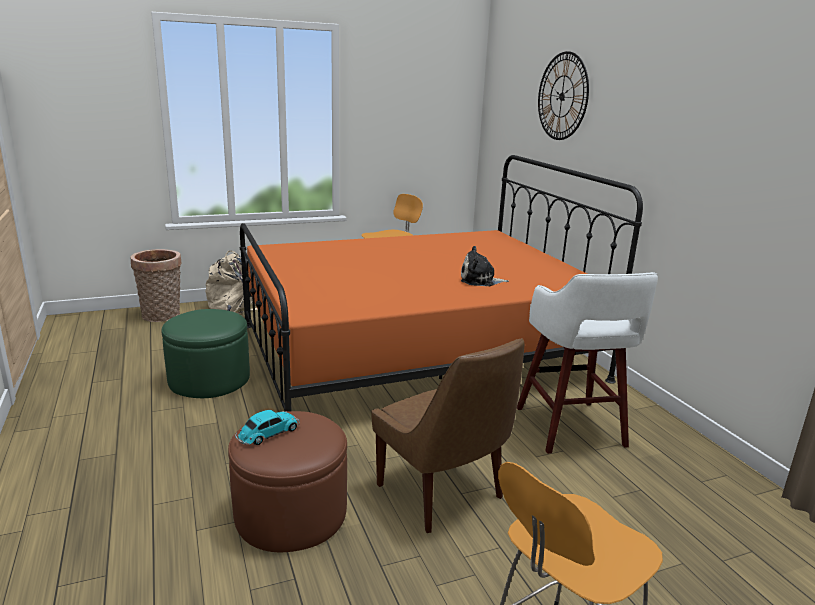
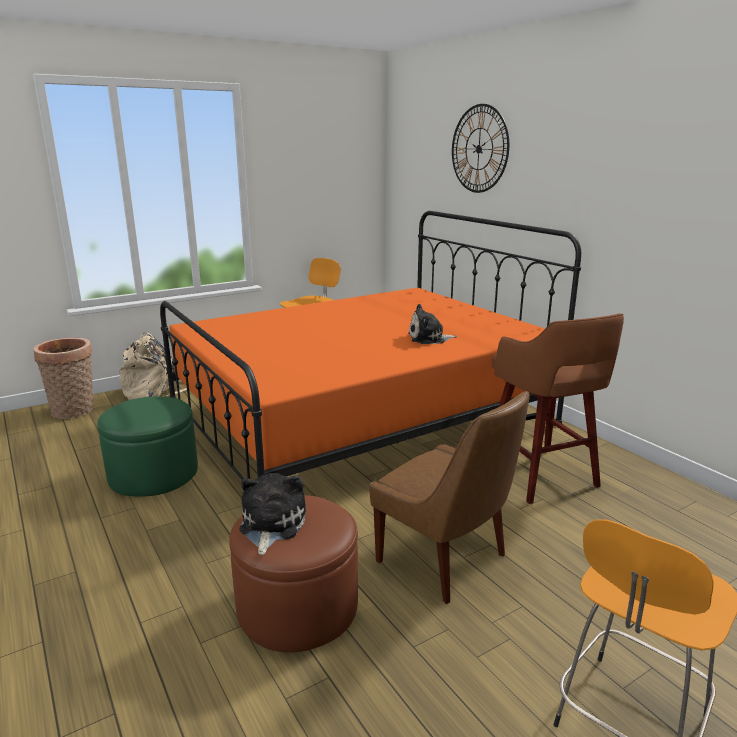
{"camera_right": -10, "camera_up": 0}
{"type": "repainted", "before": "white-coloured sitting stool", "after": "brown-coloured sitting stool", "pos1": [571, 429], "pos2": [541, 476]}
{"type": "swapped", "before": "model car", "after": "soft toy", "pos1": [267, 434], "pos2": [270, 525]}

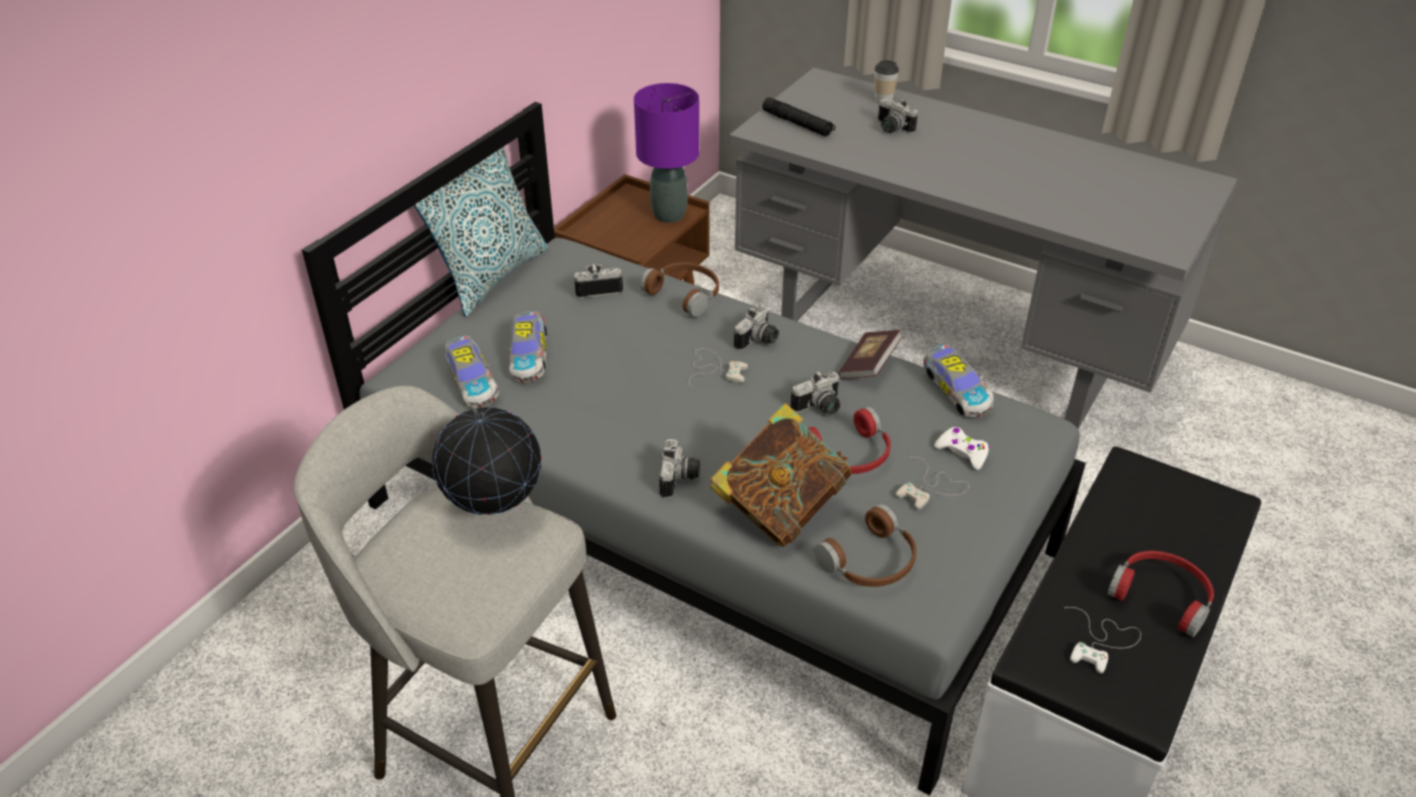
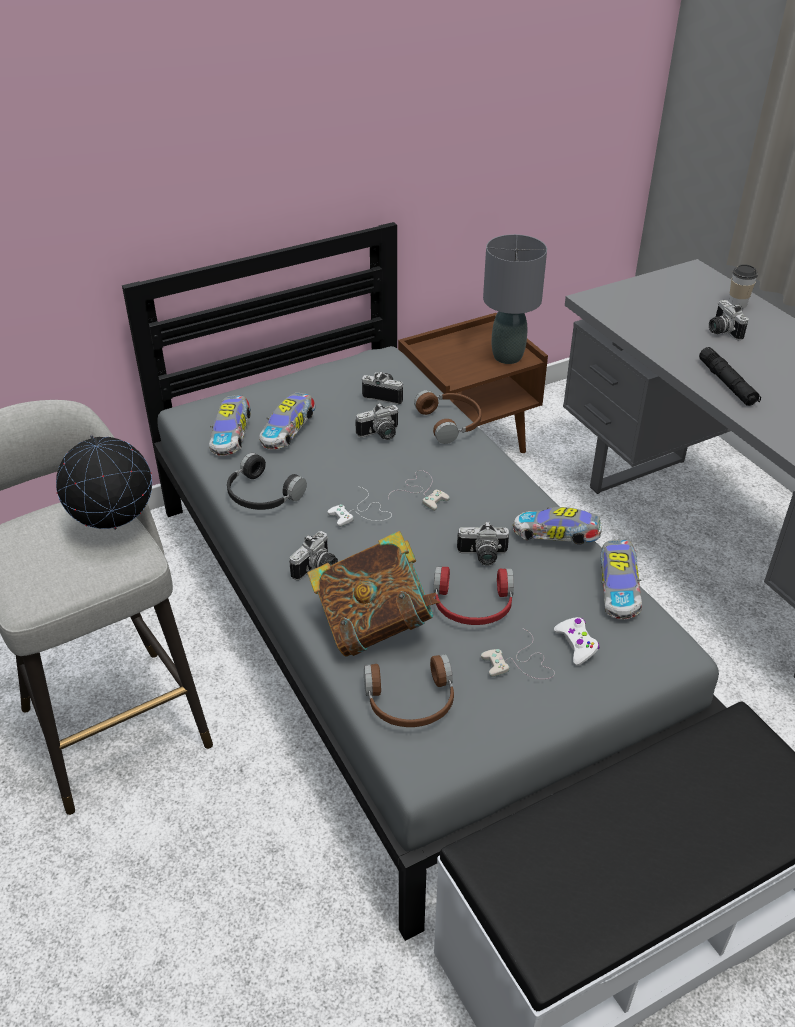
{"camera_right": 30, "camera_up": 0}
{"type": "repainted", "before": "purple table lamp", "after": "greyish table lamp", "pos1": [669, 215], "pos2": [508, 357]}
{"type": "shifted", "before": "black torch", "pos1": [797, 124], "pos2": [727, 383]}
{"type": "gone", "before": "pillow", "pos1": [491, 276]}
{"type": "shifted", "before": "still camera", "pos1": [758, 341], "pos2": [380, 435]}
{"type": "swapped", "before": "bound book", "after": "model car", "pos1": [869, 366], "pos2": [557, 537]}
{"type": "gone", "before": "red-coloured headphones", "pos1": [1162, 596]}
{"type": "shifted", "before": "white-coloured joypad", "pos1": [1101, 642], "pos2": [361, 513]}
{"type": "new", "after": "black headphones", "pos2": [261, 495]}

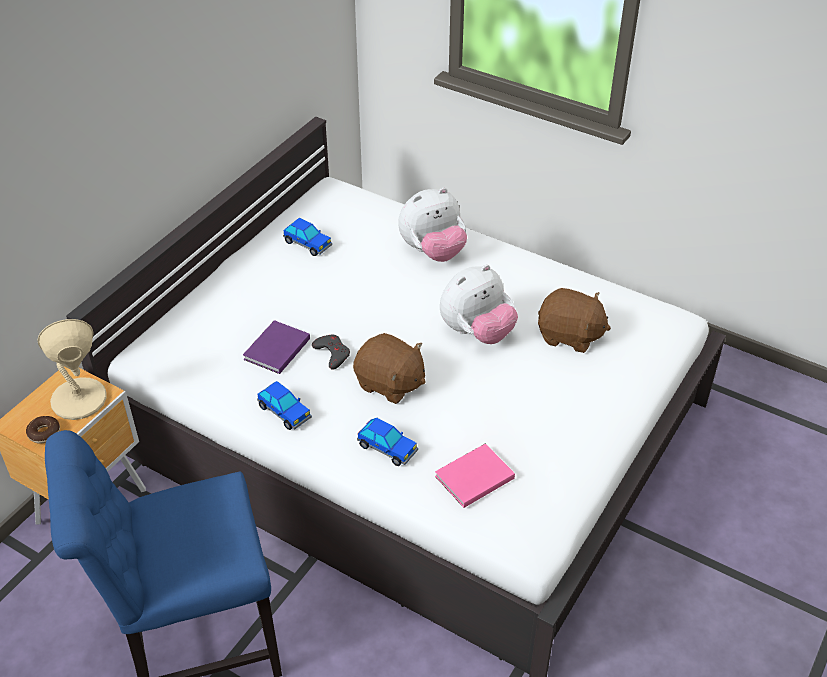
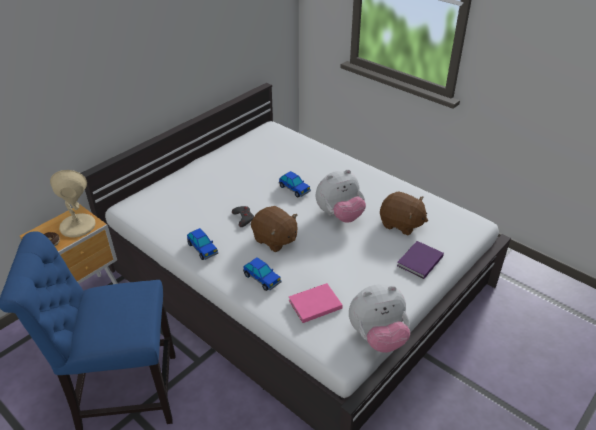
{"camera_right": 10, "camera_up": -5}
{"type": "shifted", "before": "soft toy", "pos1": [433, 252], "pos2": [377, 337]}
{"type": "shifted", "before": "model car", "pos1": [307, 244], "pos2": [294, 189]}
{"type": "shifted", "before": "purple bound book", "pos1": [275, 350], "pos2": [418, 261]}

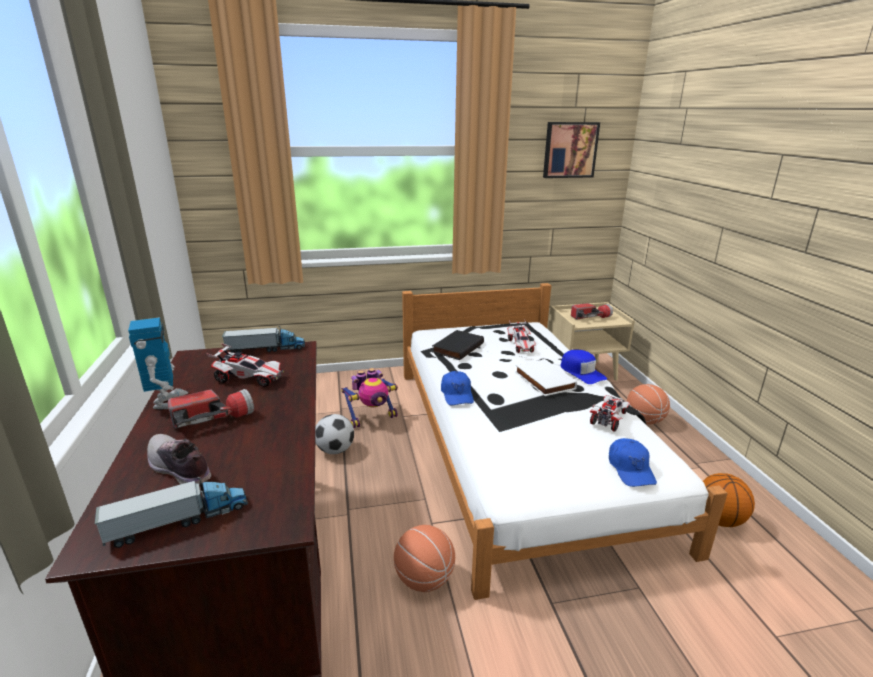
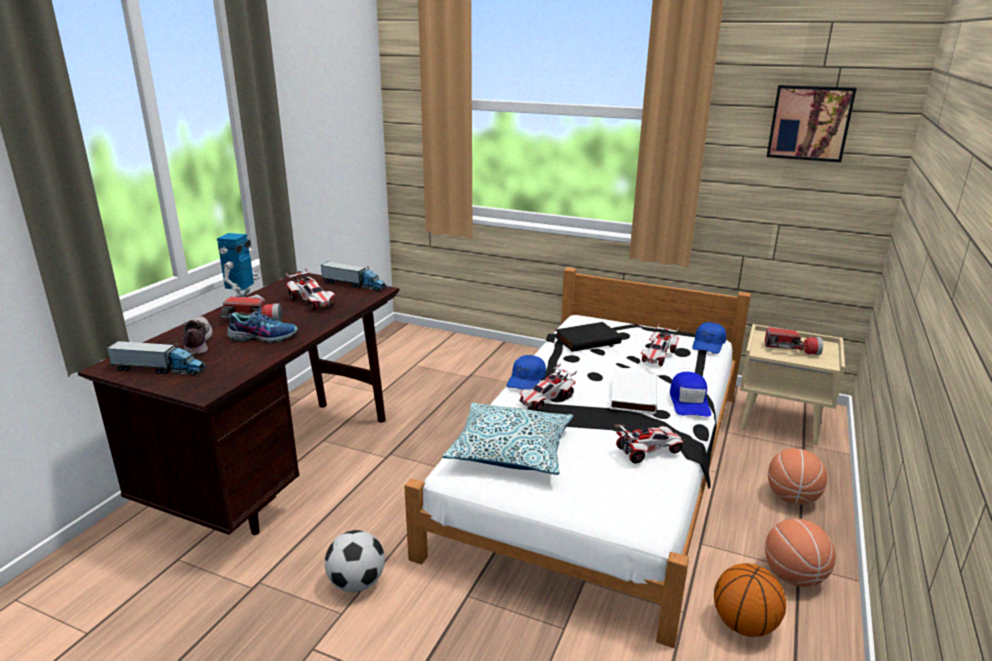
{"camera_right": 35, "camera_up": 0}
{"type": "gone", "before": "robot figure", "pos1": [372, 418]}
{"type": "shifted", "before": "ball for football", "pos1": [335, 450], "pos2": [357, 583]}
{"type": "shifted", "before": "bluish cap", "pos1": [630, 469], "pos2": [708, 344]}
{"type": "shifted", "before": "basketball ball", "pos1": [424, 579], "pos2": [794, 576]}
{"type": "new", "after": "low shoe", "pos2": [263, 337]}
{"type": "new", "after": "model car", "pos2": [546, 400]}
{"type": "new", "after": "pillow", "pos2": [511, 450]}

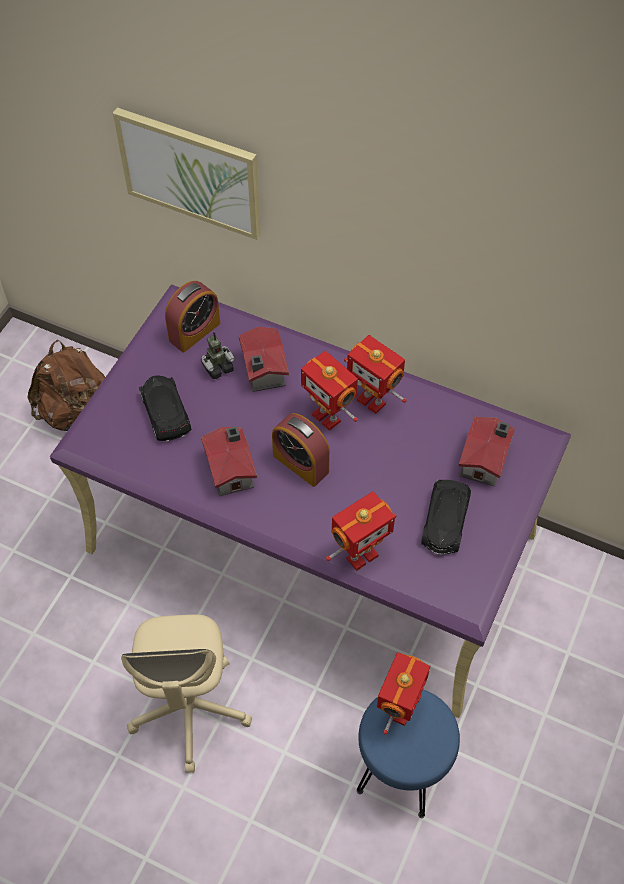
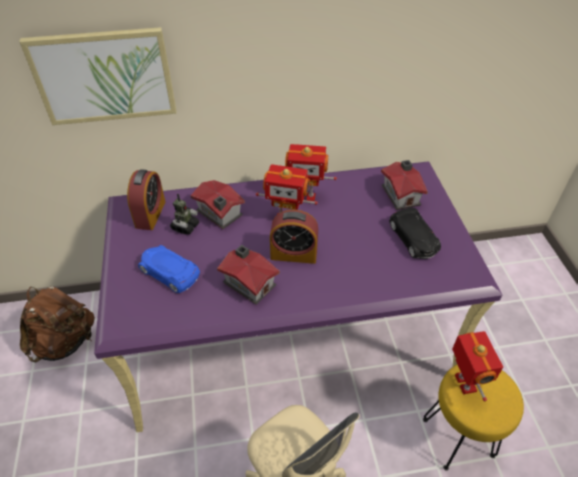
{"camera_right": -35, "camera_up": -10}
{"type": "repainted", "before": "black model car", "after": "bluish model car", "pos1": [165, 412], "pos2": [169, 272]}
{"type": "gone", "before": "robot figure", "pos1": [360, 555]}
{"type": "repainted", "before": "bluish sitting stool", "after": "yellow sitting stool", "pos1": [400, 771], "pos2": [457, 437]}

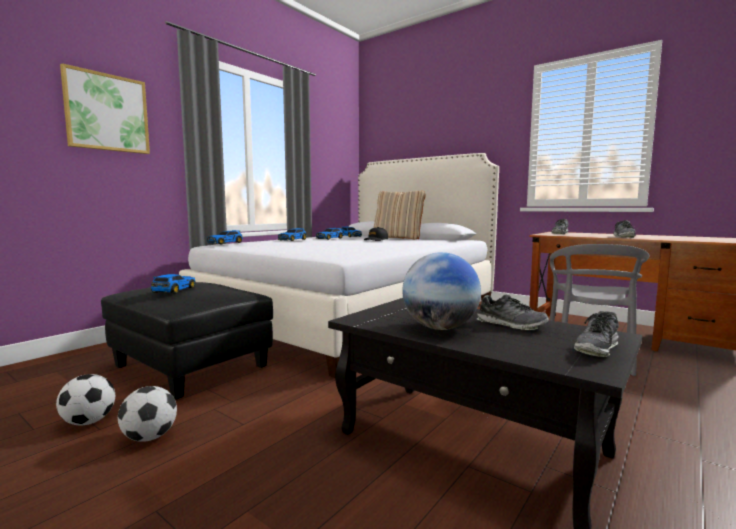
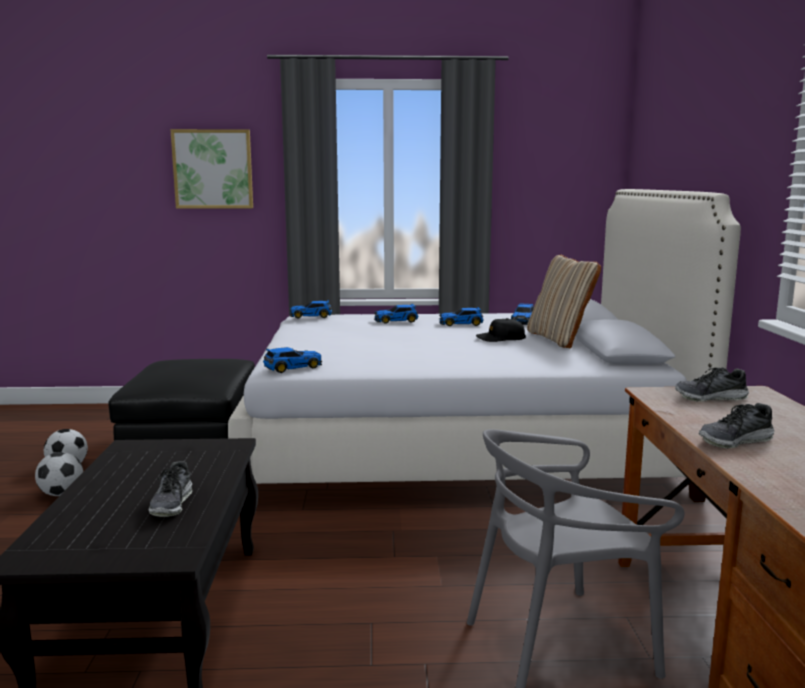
{"camera_right": 50, "camera_up": 5}
{"type": "gone", "before": "globe", "pos1": [440, 328]}
{"type": "shifted", "before": "model car", "pos1": [173, 290], "pos2": [292, 367]}
{"type": "gone", "before": "low shoe", "pos1": [597, 348]}

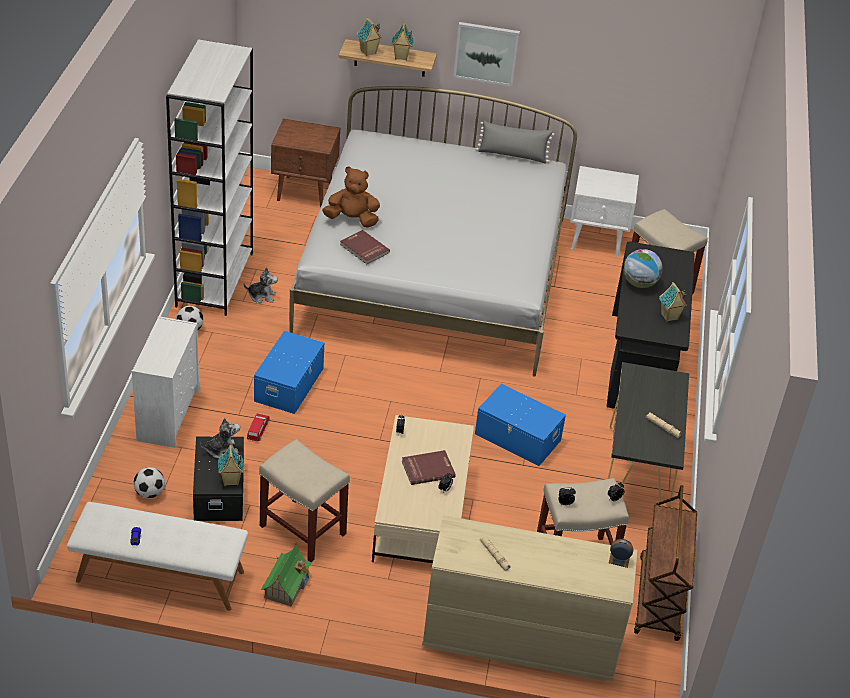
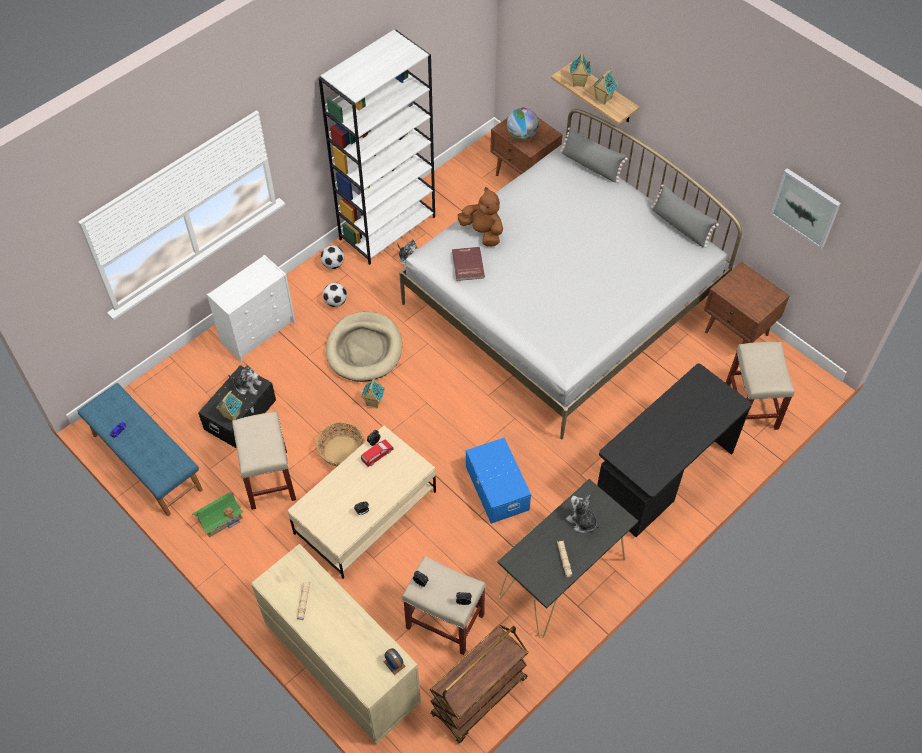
{"camera_right": 40, "camera_up": 15}
{"type": "shifted", "before": "picture", "pos1": [486, 53], "pos2": [805, 207]}
{"type": "repainted", "before": "white-coloured nightstand", "after": "brown-coloured nightstand", "pos1": [597, 240], "pos2": [737, 334]}
{"type": "shifted", "before": "globe", "pos1": [639, 283], "pos2": [522, 135]}
{"type": "shifted", "before": "miniature house", "pos1": [669, 317], "pos2": [373, 403]}
{"type": "swapped", "before": "bluish storage bin", "after": "beige-coloured pet bed", "pos1": [290, 384], "pos2": [364, 349]}
{"type": "shifted", "before": "red-coloured model car", "pos1": [258, 430], "pos2": [377, 455]}
{"type": "gone", "before": "red-coloured bound book", "pos1": [427, 468]}
{"type": "shifted", "before": "ball for football", "pos1": [149, 493], "pos2": [335, 302]}
{"type": "repainted", "before": "white-coloured bench", "after": "bluish bench", "pos1": [160, 577], "pos2": [146, 462]}
{"type": "new", "after": "greyish pillow", "pos2": [591, 165]}
{"type": "new", "after": "household basket", "pos2": [341, 451]}
{"type": "new", "after": "soft toy", "pos2": [582, 521]}

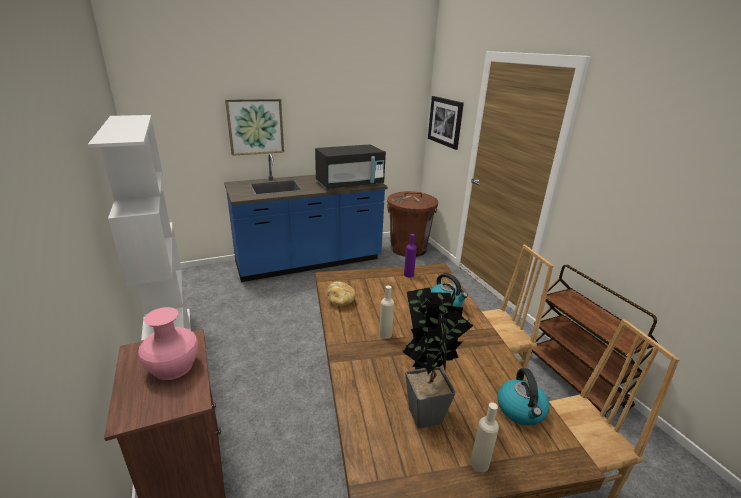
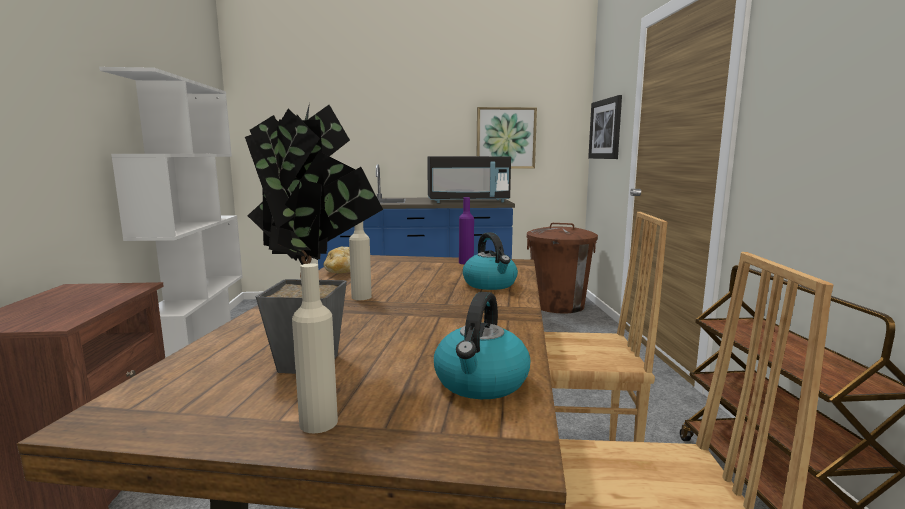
{"camera_right": 20, "camera_up": -15}
{"type": "shifted", "before": "picture", "pos1": [255, 126], "pos2": [505, 138]}
{"type": "gone", "before": "pink vase", "pos1": [173, 366]}

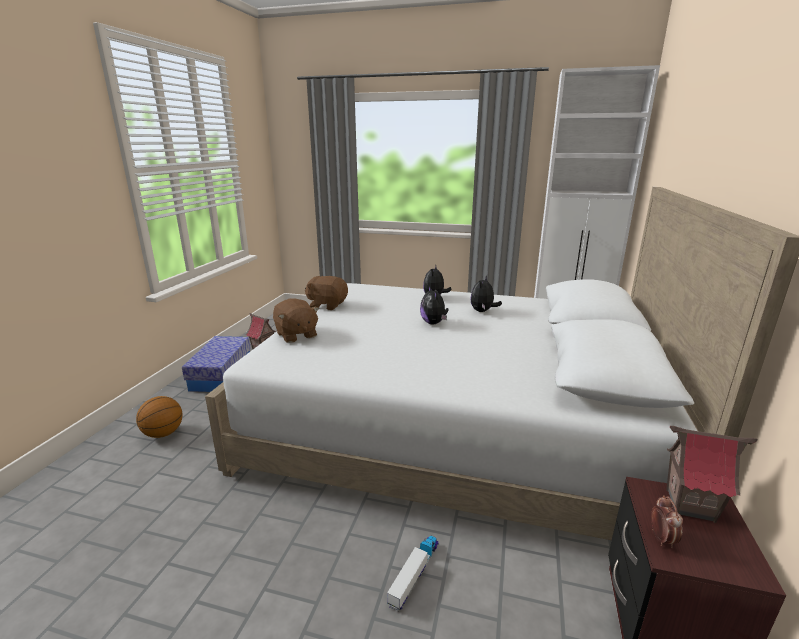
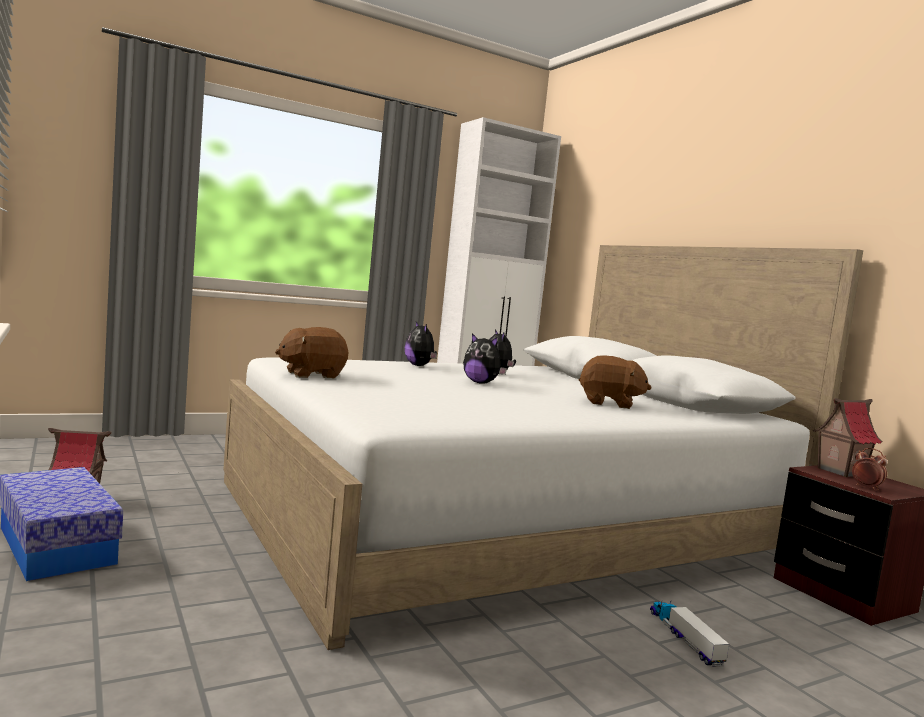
{"camera_right": -45, "camera_up": -15}
{"type": "shifted", "before": "brown-coloured soft toy", "pos1": [296, 335], "pos2": [610, 403]}
{"type": "gone", "before": "basketball ball", "pos1": [164, 433]}

